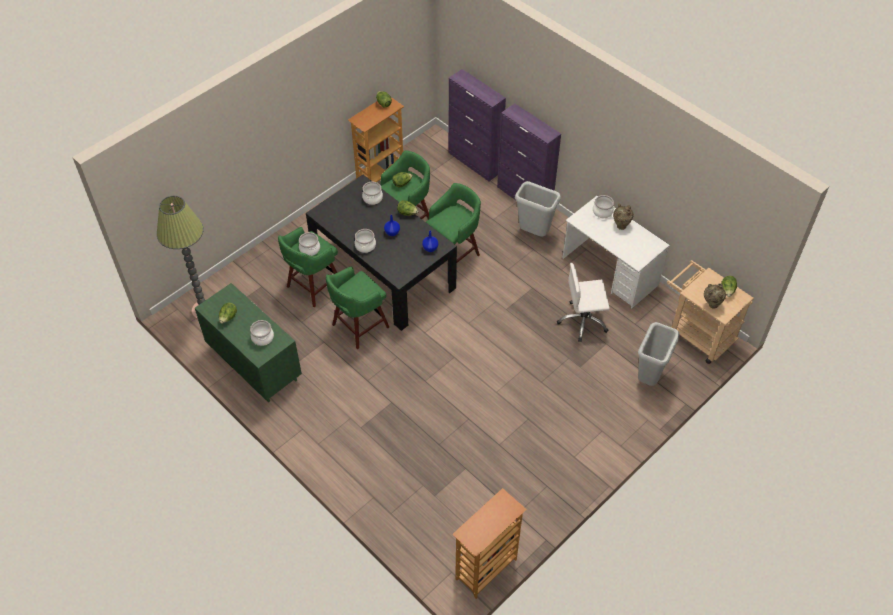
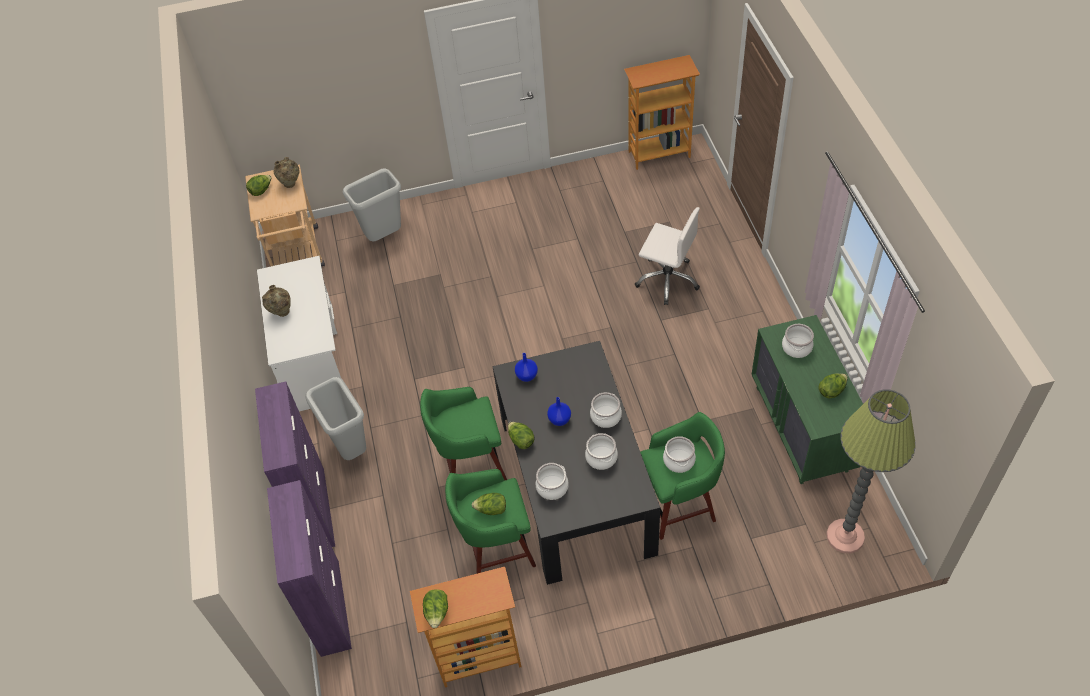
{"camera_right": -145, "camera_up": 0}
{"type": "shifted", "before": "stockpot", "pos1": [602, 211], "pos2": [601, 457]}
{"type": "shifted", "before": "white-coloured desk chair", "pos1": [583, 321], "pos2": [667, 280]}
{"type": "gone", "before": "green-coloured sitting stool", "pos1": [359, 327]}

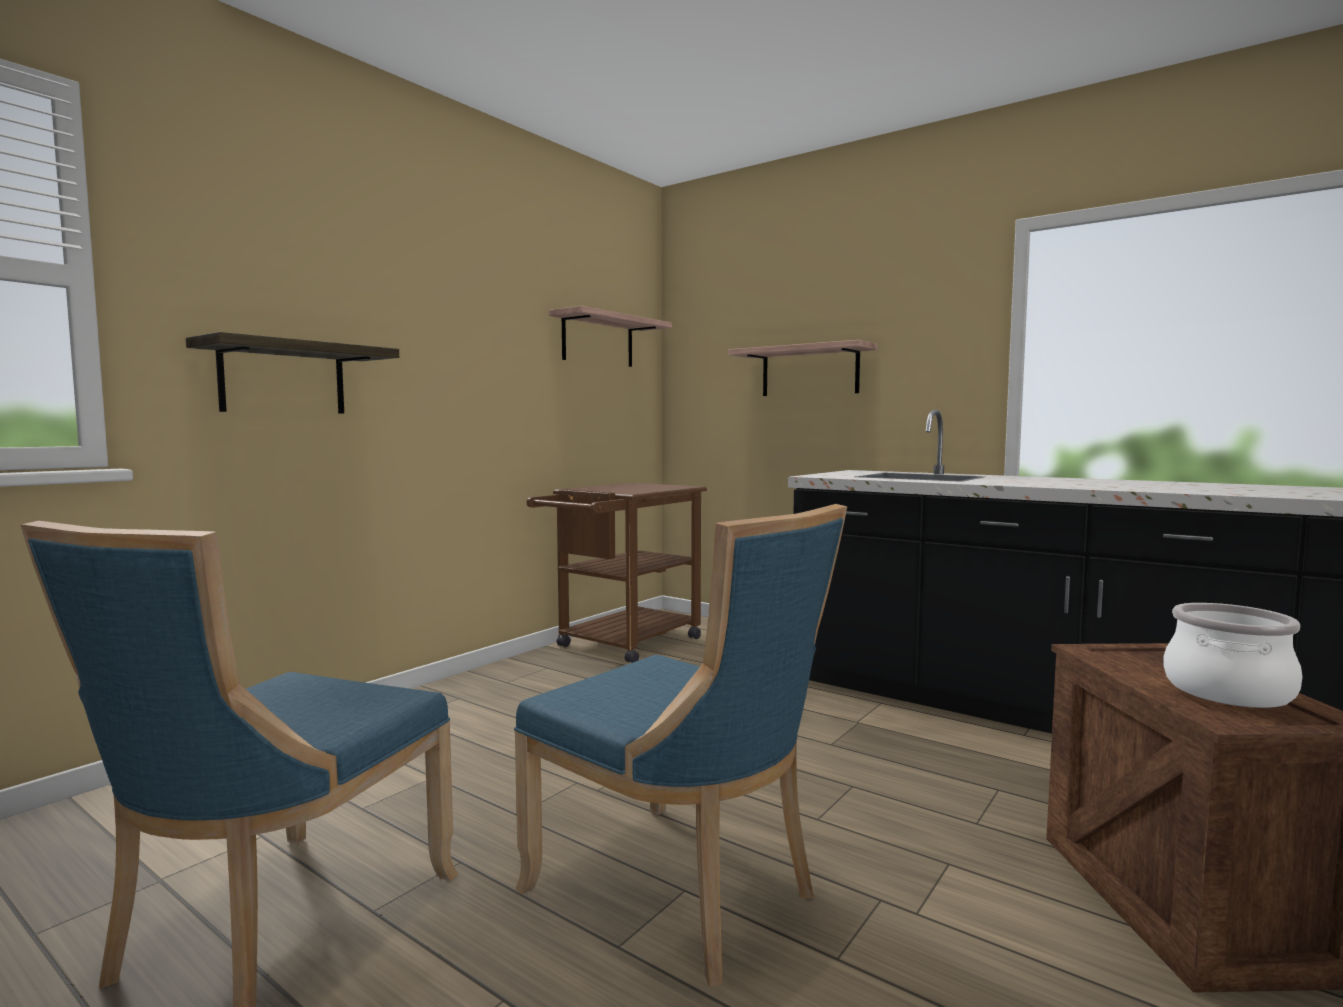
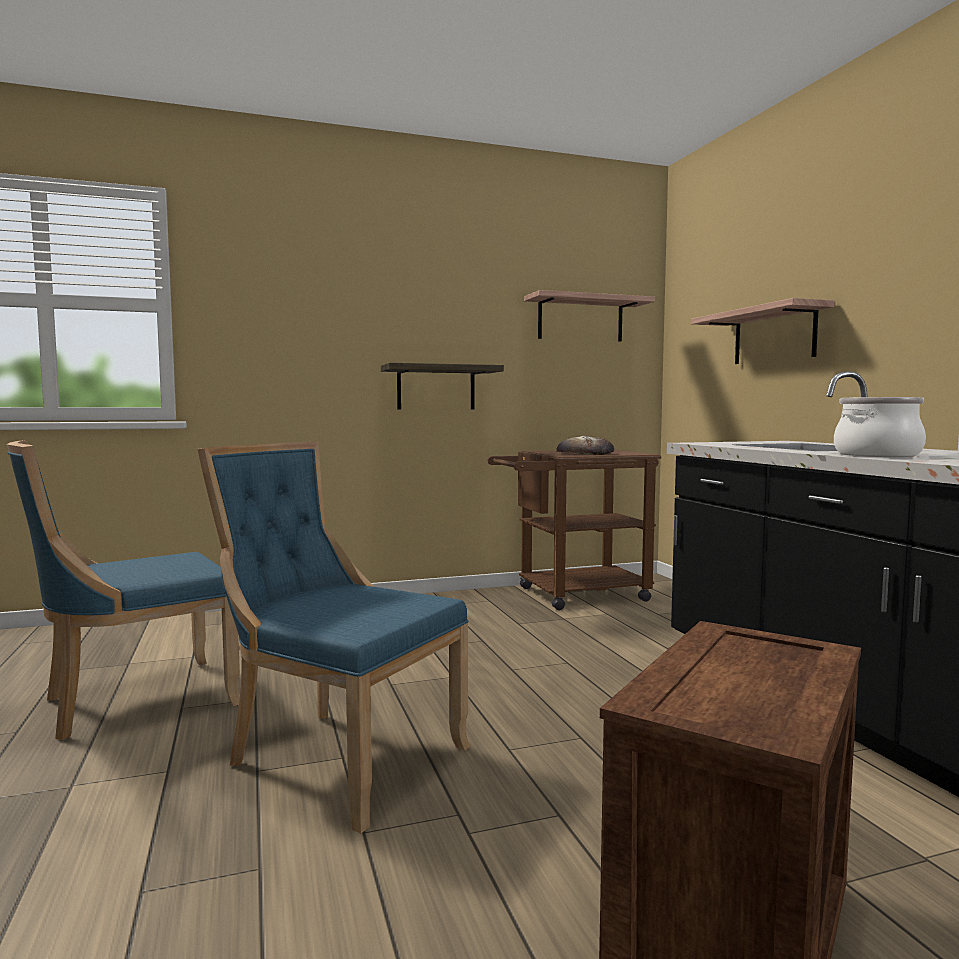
{"camera_right": 35, "camera_up": 0}
{"type": "shifted", "before": "shelf", "pos1": [283, 379], "pos2": [436, 388]}
{"type": "rotated", "before": "bluish upright chair", "pos1": [681, 892], "pos2": [338, 758], "turn": 135}
{"type": "shifted", "before": "stockpot", "pos1": [1226, 691], "pos2": [876, 455]}
{"type": "new", "after": "bread", "pos2": [585, 453]}

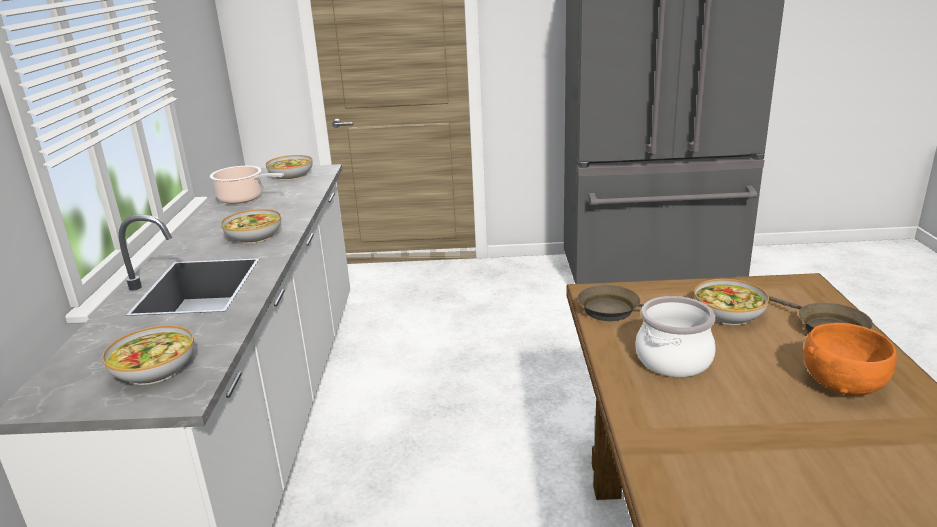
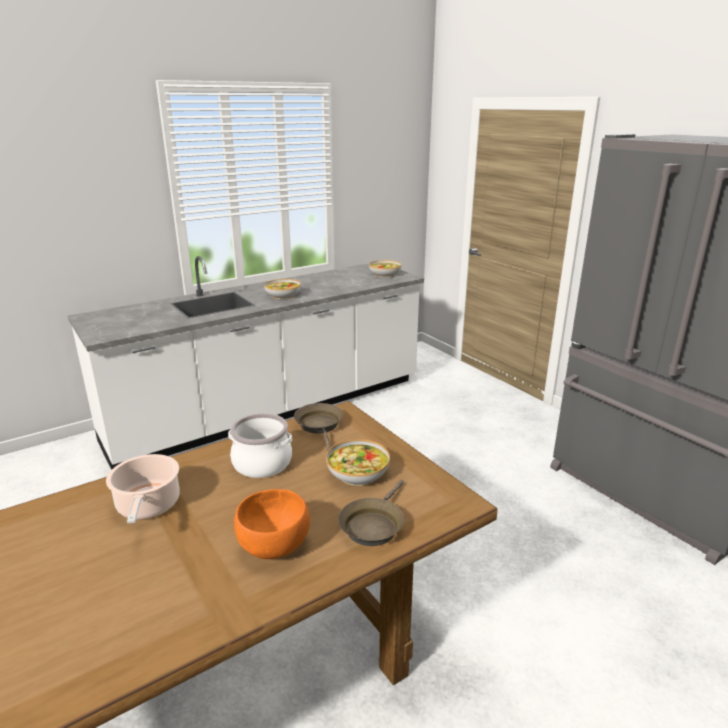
{"camera_right": 55, "camera_up": 0}
{"type": "shifted", "before": "stockpot", "pos1": [243, 198], "pos2": [148, 506]}
{"type": "gone", "before": "deep dish", "pos1": [154, 369]}

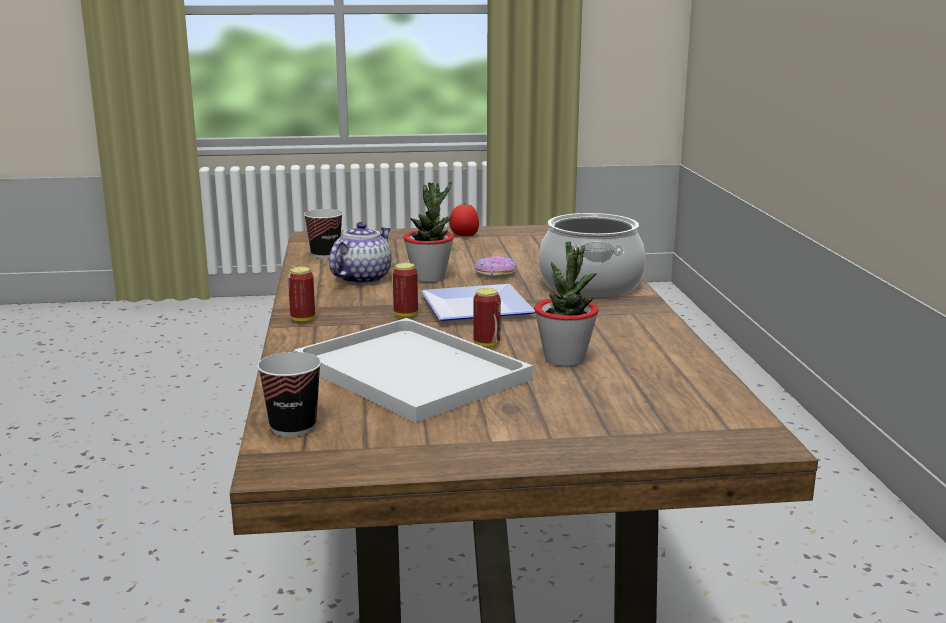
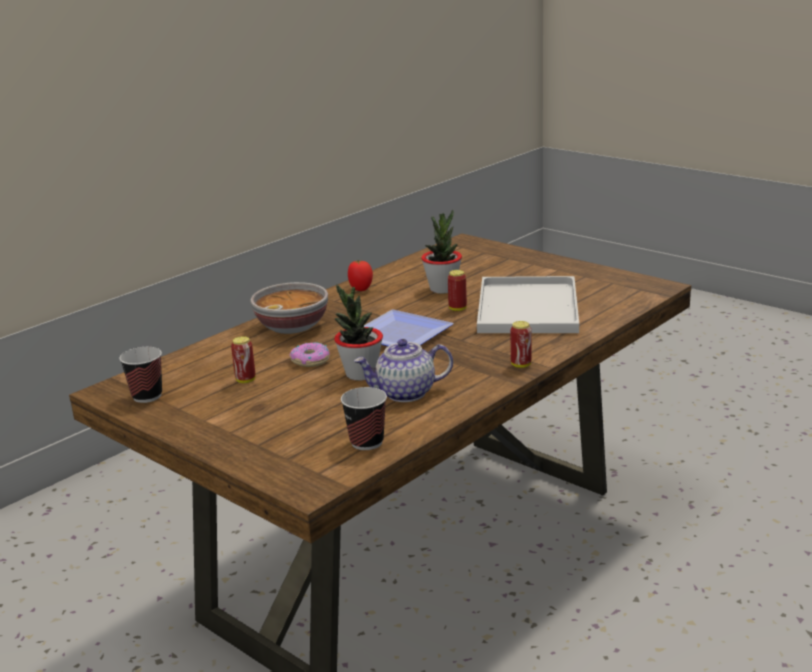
{"camera_right": -130, "camera_up": 5}
{"type": "shifted", "before": "whole tomato", "pos1": [464, 236], "pos2": [361, 289]}
{"type": "swapped", "before": "stockpot", "after": "deep dish", "pos1": [591, 286], "pos2": [292, 326]}
{"type": "shifted", "before": "can", "pos1": [405, 315], "pos2": [245, 380]}
{"type": "shifted", "before": "drinking cup", "pos1": [293, 427], "pos2": [147, 396]}

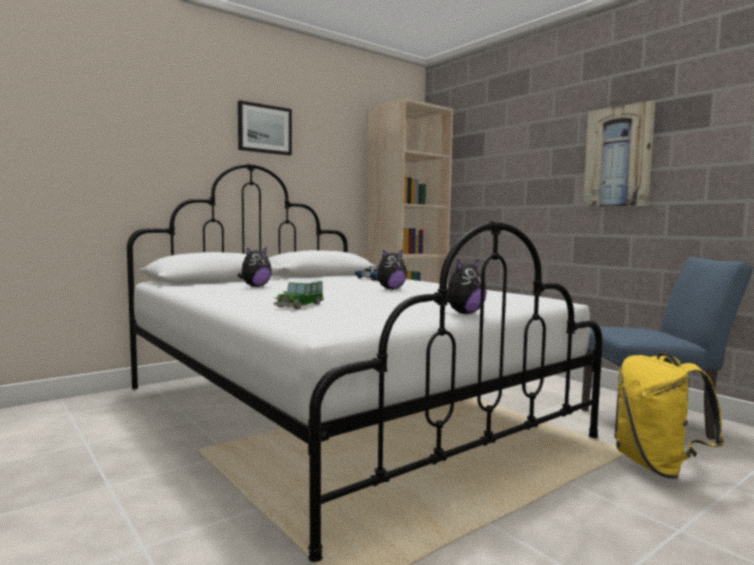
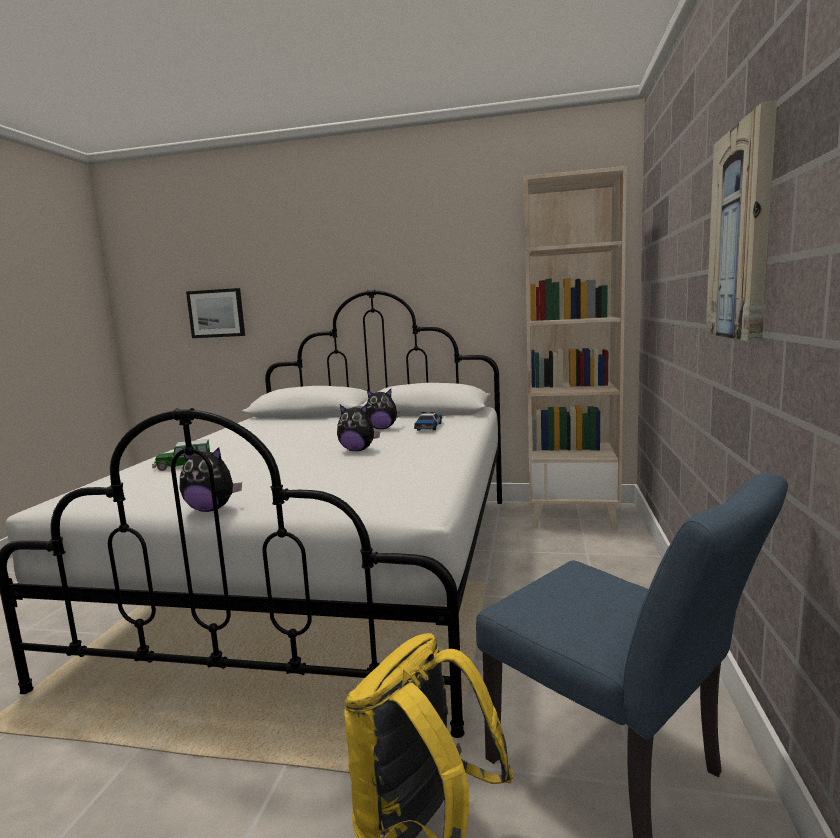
{"camera_right": 50, "camera_up": 5}
{"type": "shifted", "before": "picture", "pos1": [264, 129], "pos2": [216, 313]}
{"type": "shifted", "before": "soft toy", "pos1": [255, 286], "pos2": [382, 428]}

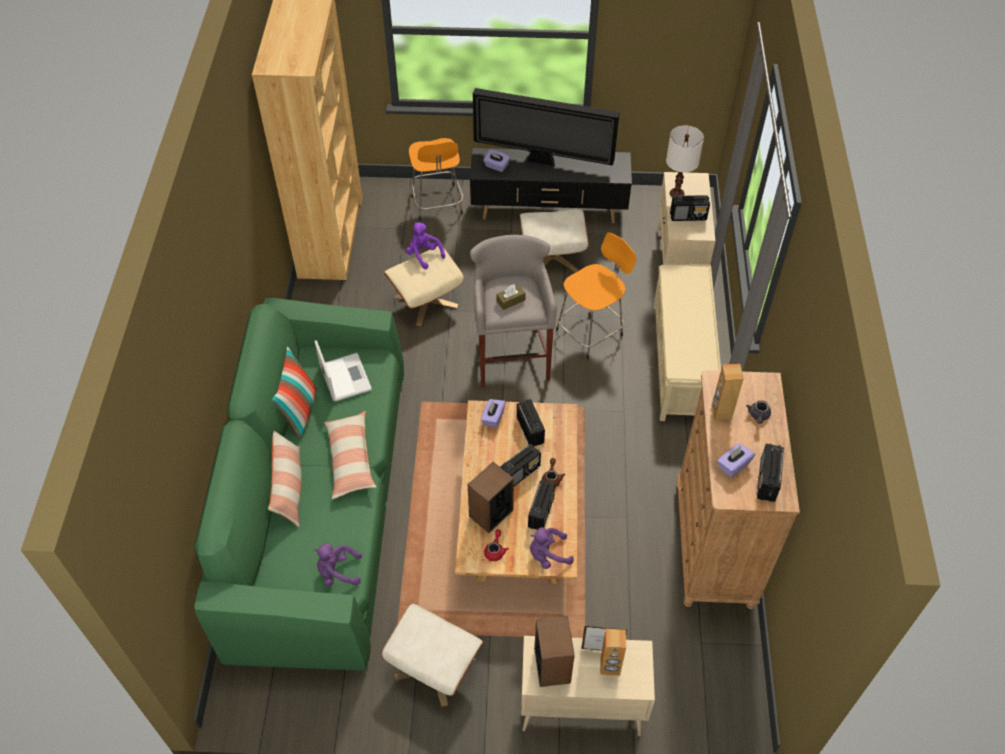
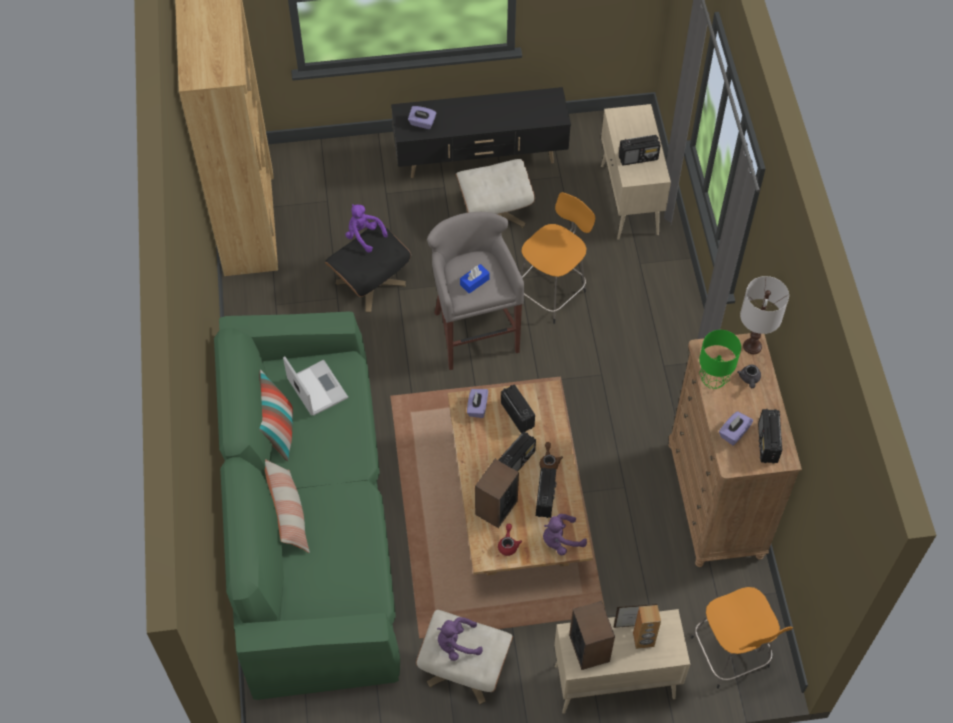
{"camera_right": -10, "camera_up": 5}
{"type": "gone", "before": "television", "pos1": [542, 161]}
{"type": "shifted", "before": "white-coloured table lamp", "pos1": [677, 193], "pos2": [752, 346]}
{"type": "shifted", "before": "orange sitting stool", "pos1": [437, 204], "pos2": [731, 654]}
{"type": "repainted", "before": "beige-coloured footrest", "after": "black footrest", "pos1": [426, 301], "pos2": [370, 282]}
{"type": "gone", "before": "beige-coloured bench", "pos1": [681, 362]}
{"type": "repainted", "before": "brown-coloured tissue holder", "after": "bluish tissue holder", "pos1": [510, 300], "pos2": [474, 282]}
{"type": "swapped", "before": "brown-coloured speaker", "after": "green-coloured table lamp", "pos1": [721, 412], "pos2": [713, 381]}
{"type": "gone", "before": "pillow", "pos1": [350, 460]}
{"type": "shifted", "before": "purple soft toy", "pos1": [338, 572], "pos2": [457, 644]}

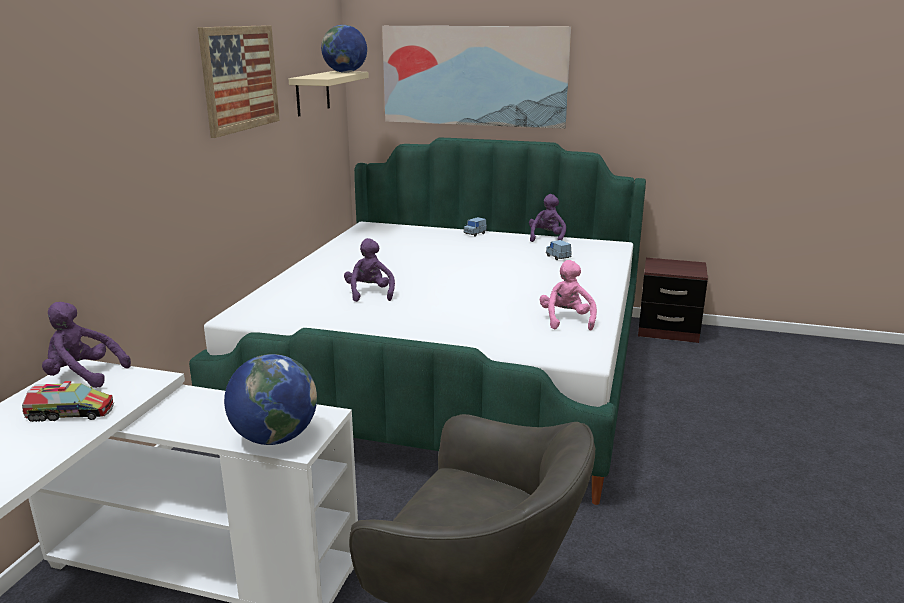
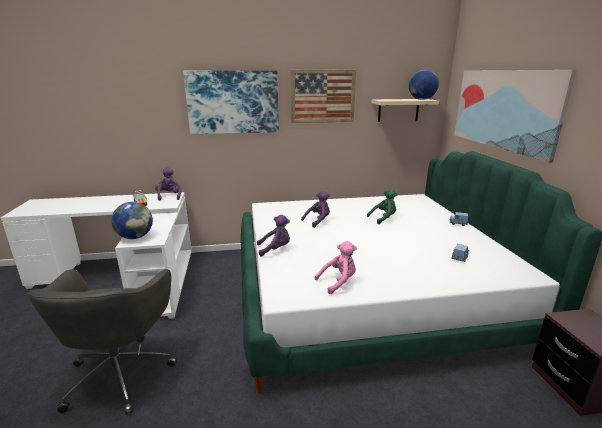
{"camera_right": 65, "camera_up": 0}
{"type": "shifted", "before": "purple soft toy", "pos1": [546, 238], "pos2": [275, 249]}
{"type": "new", "after": "picture", "pos2": [233, 102]}
{"type": "new", "after": "green-coloured soft toy", "pos2": [383, 218]}

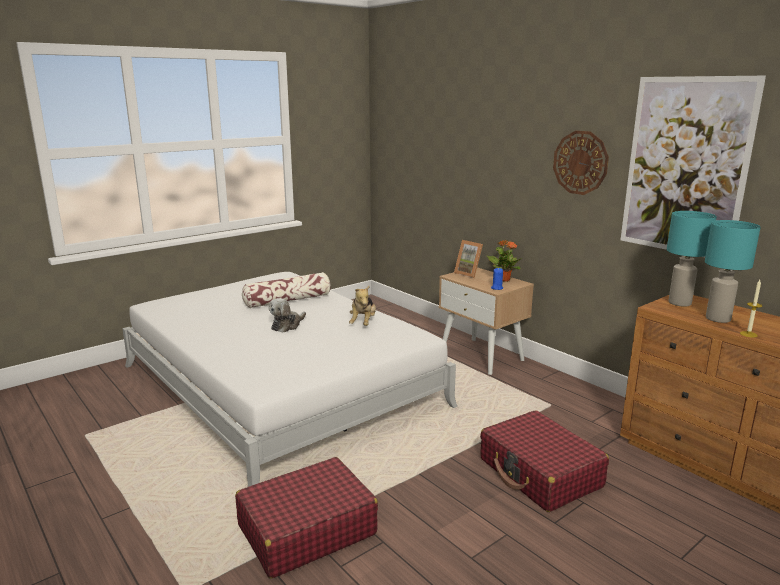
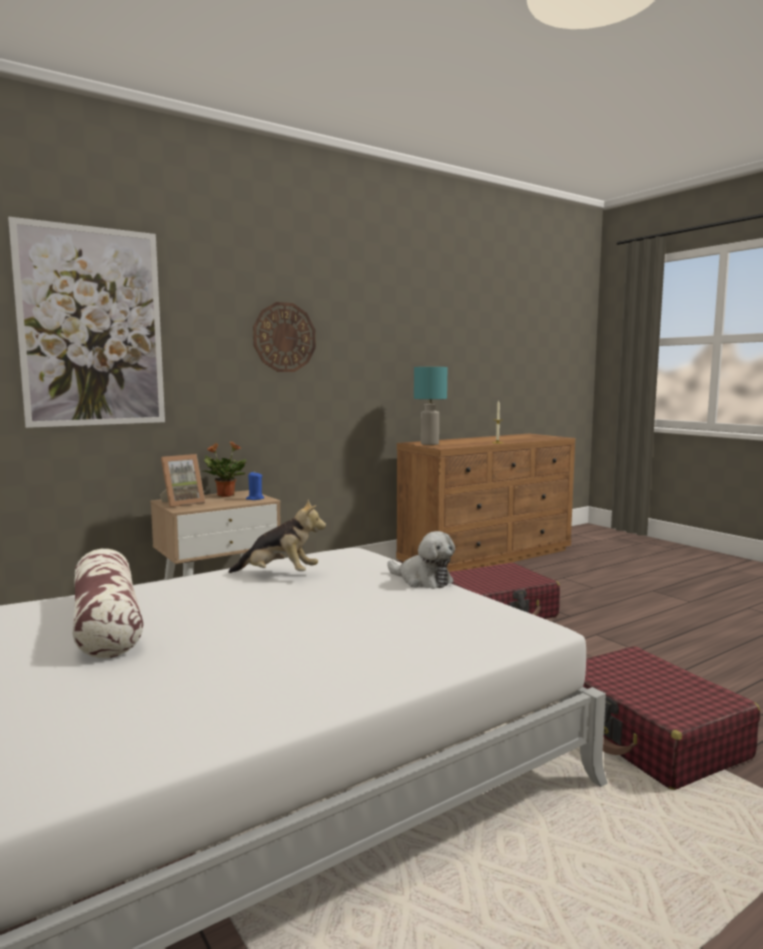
{"camera_right": -85, "camera_up": -10}
{"type": "shifted", "before": "picture", "pos1": [685, 167], "pos2": [92, 327]}
{"type": "gone", "before": "turquoise table lamp", "pos1": [718, 319]}
{"type": "shifted", "before": "soft toy", "pos1": [287, 325], "pos2": [422, 580]}

